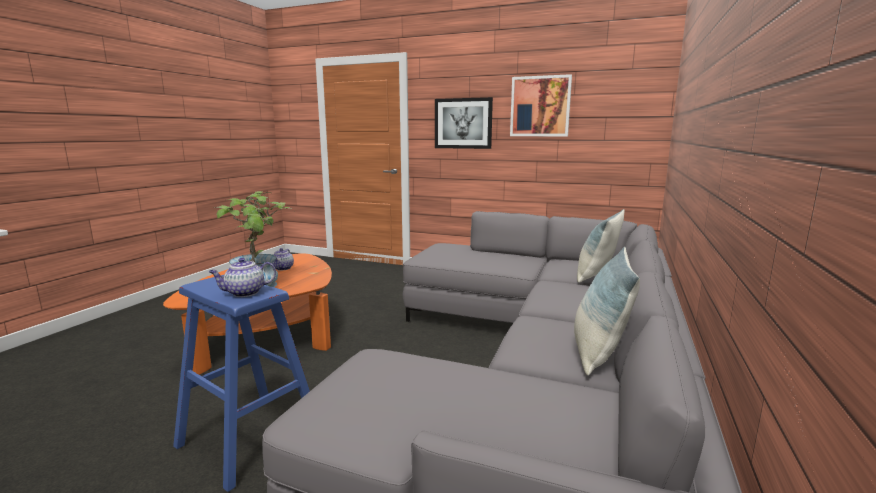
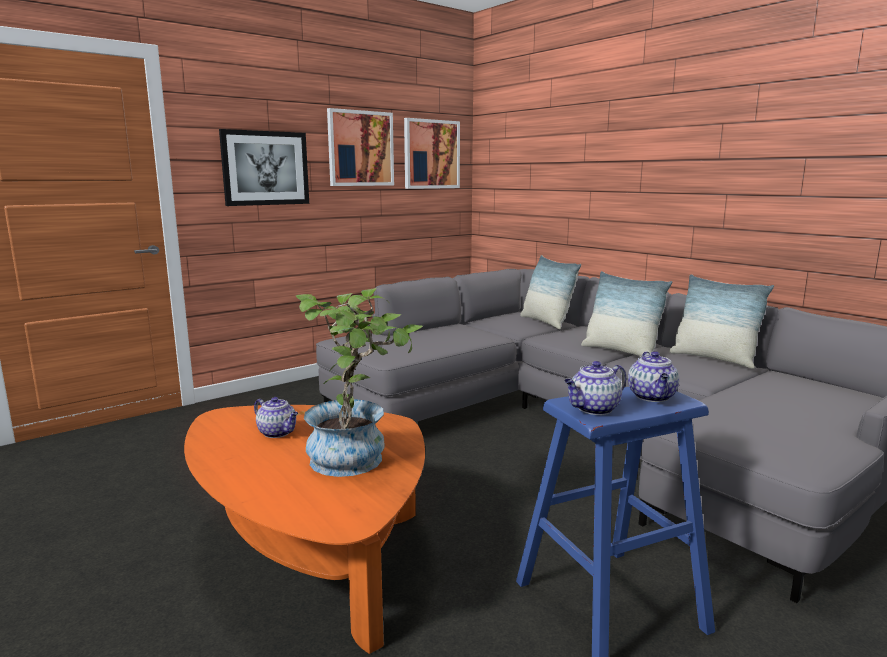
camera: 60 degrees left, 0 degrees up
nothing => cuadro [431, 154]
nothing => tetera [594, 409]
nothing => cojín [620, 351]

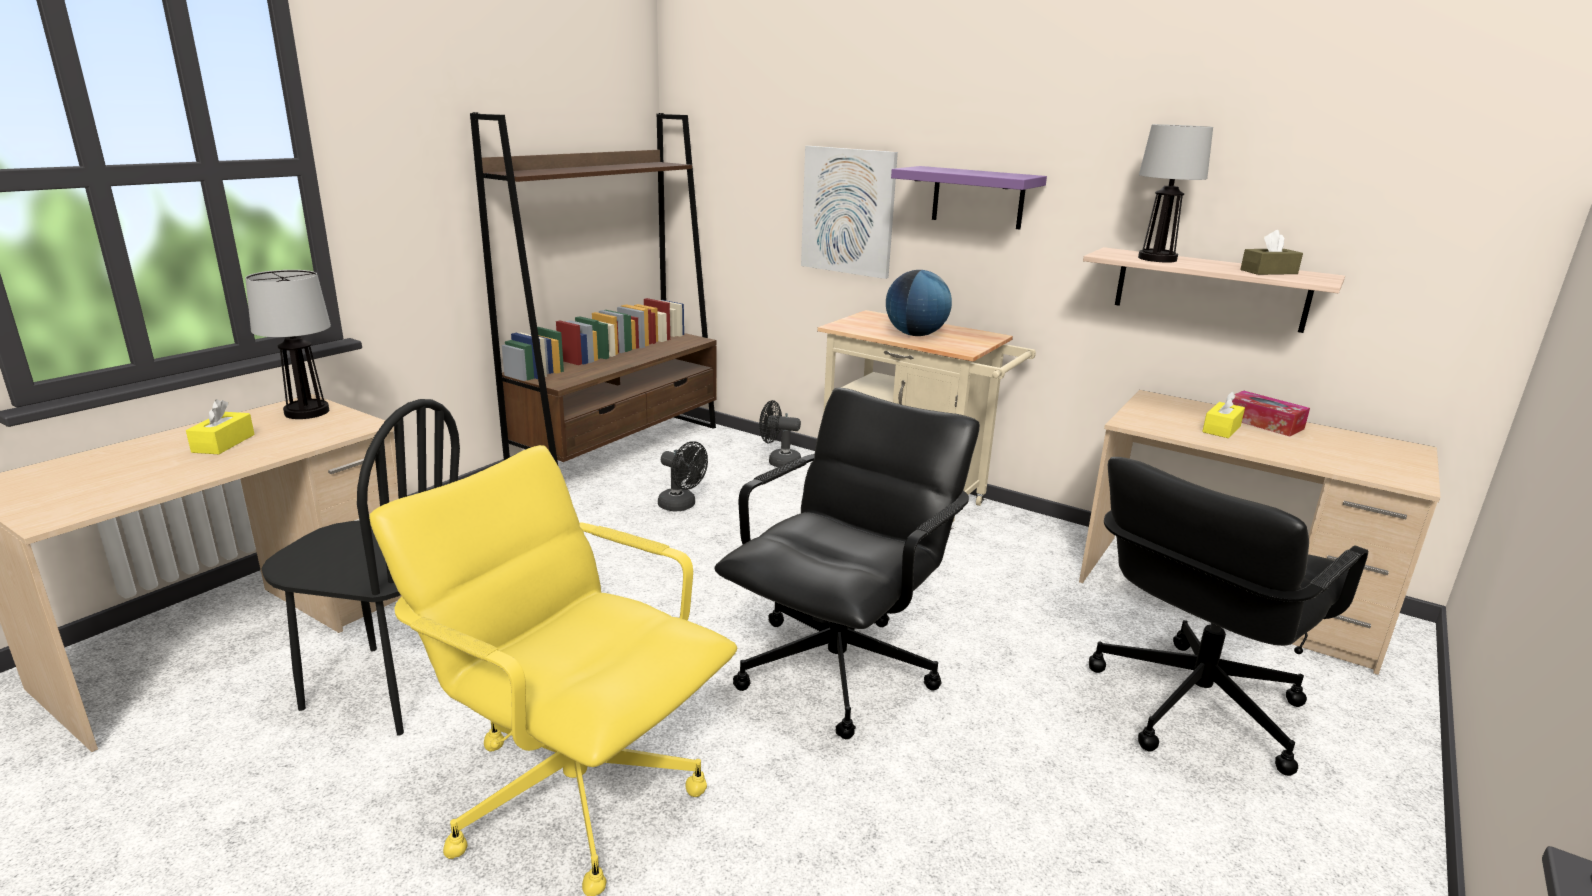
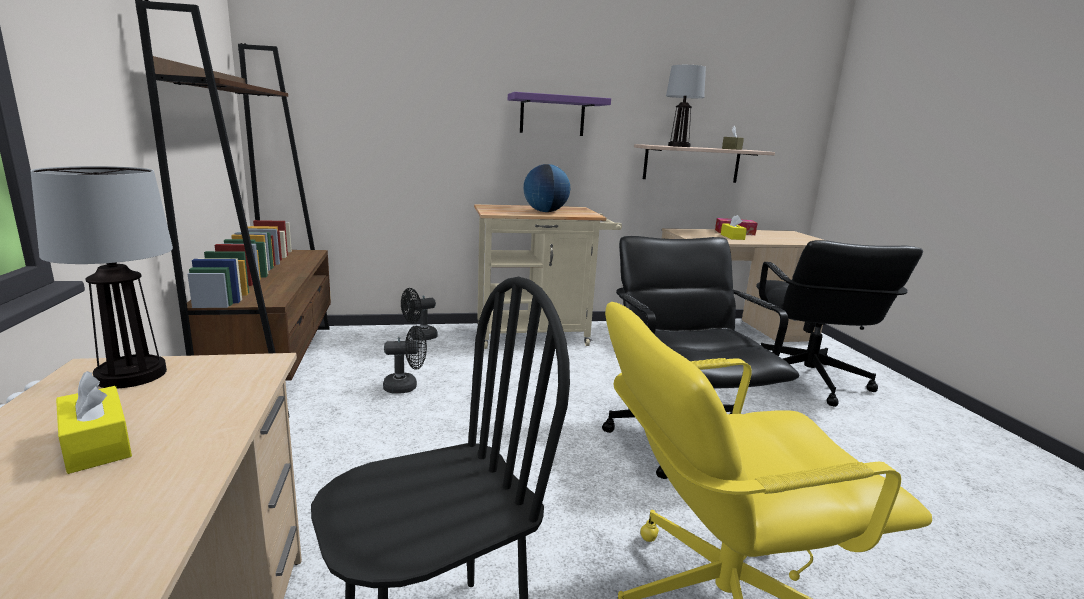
camera: 45 degrees left, 5 degrees down
cuadro [848, 211] => nothing

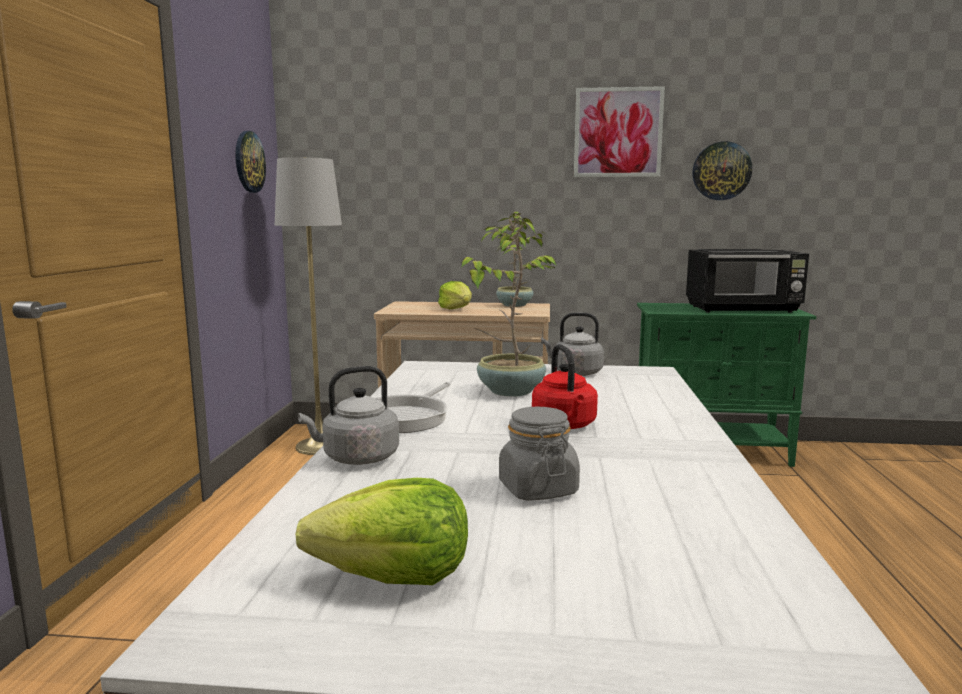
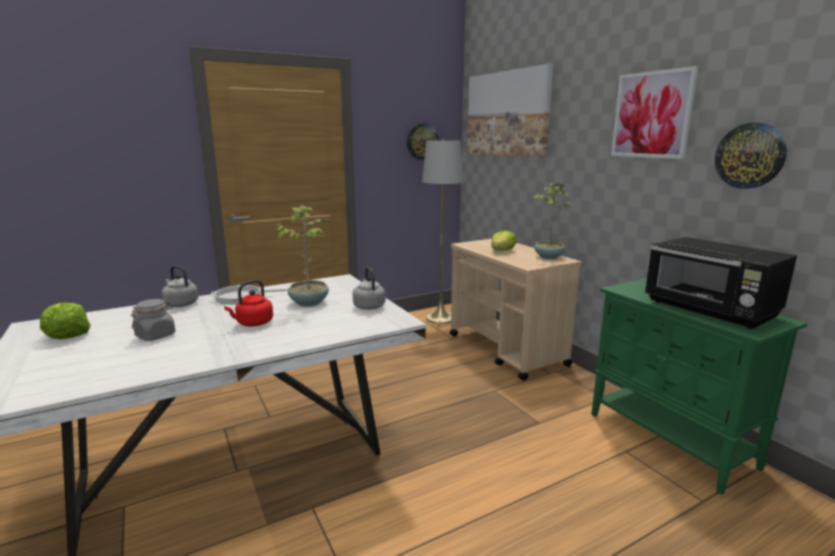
camera: 55 degrees right, 5 degrees up
nothing => cuadro [507, 114]

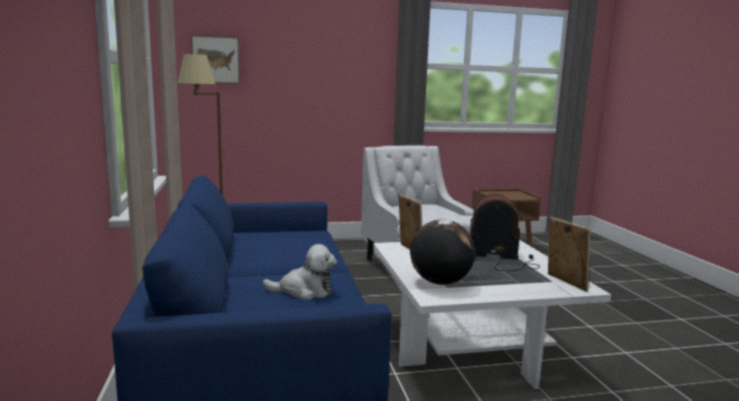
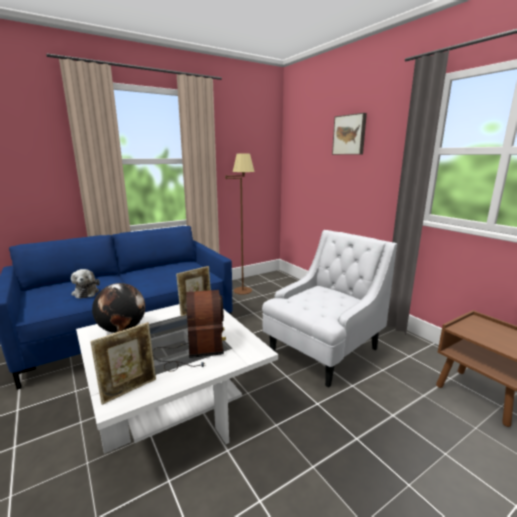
camera: 70 degrees right, 5 degrees up
cuadro [216, 60] => cuadro [350, 135], moved

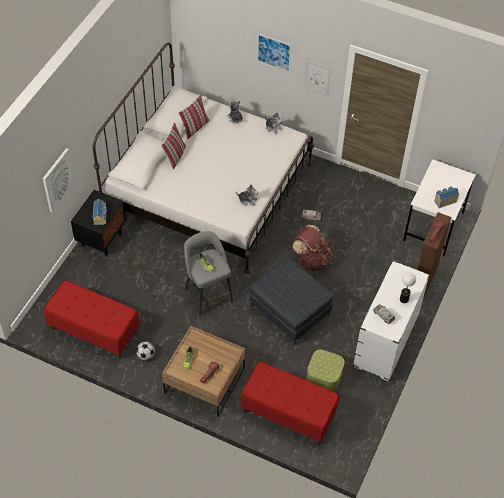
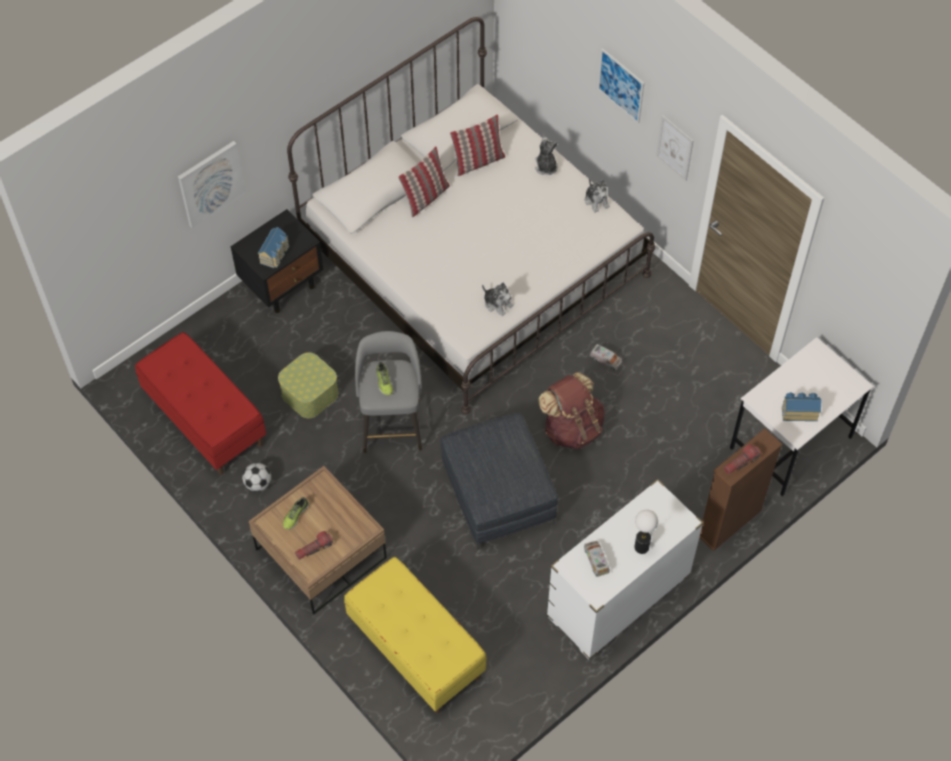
camera: 25 degrees right, 5 degrees up
banco/rojo [288, 413] => banco/amarillo [415, 649]
caja de almacenaje [324, 376] => caja de almacenaje [309, 393], moved

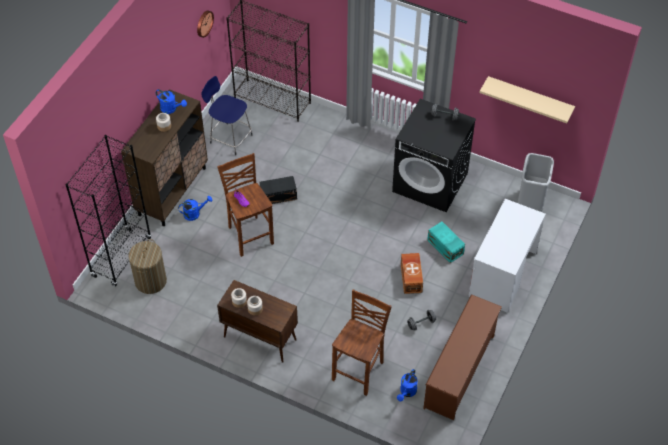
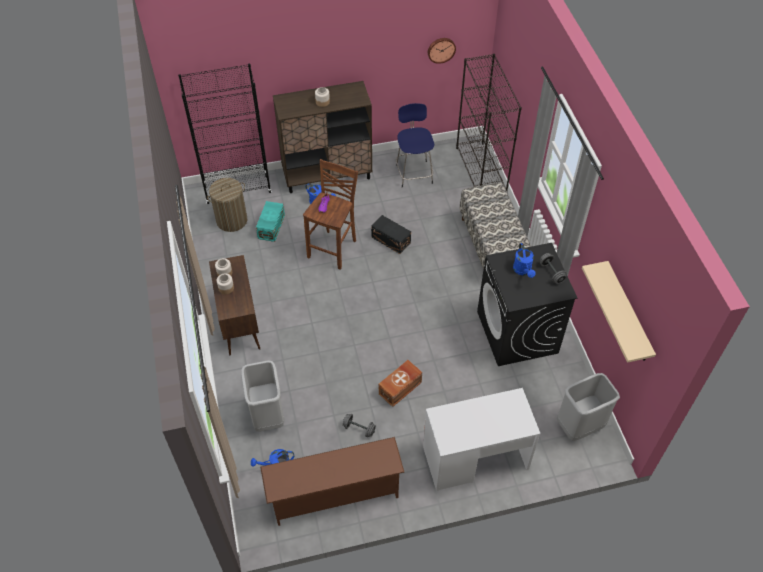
camera: 50 degrees right, 0 degrees up
regadera/azul [171, 109] => regadera/azul [523, 271], moved
taburete/marrón [359, 371] => papelera/gris [268, 416]
caja de almacenaje/turquesa [445, 247] => caja de almacenaje/turquesa [270, 227], moved
nothing => banco [492, 246]

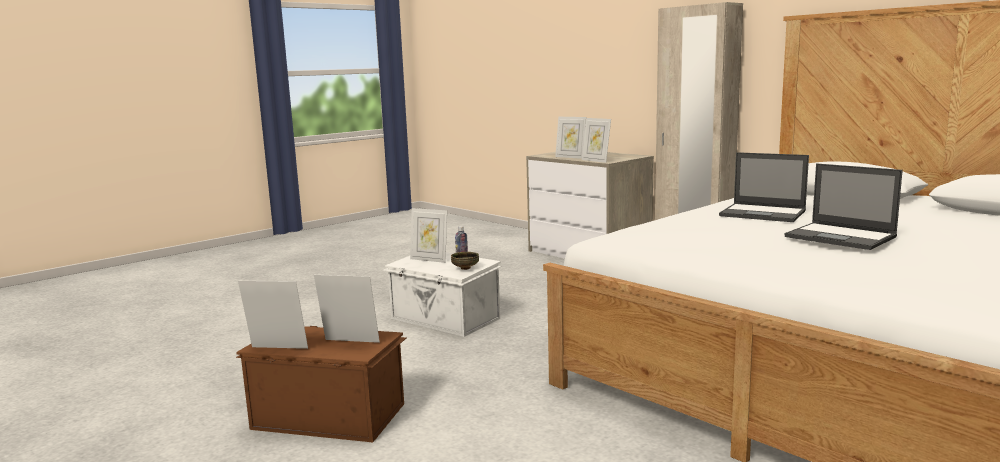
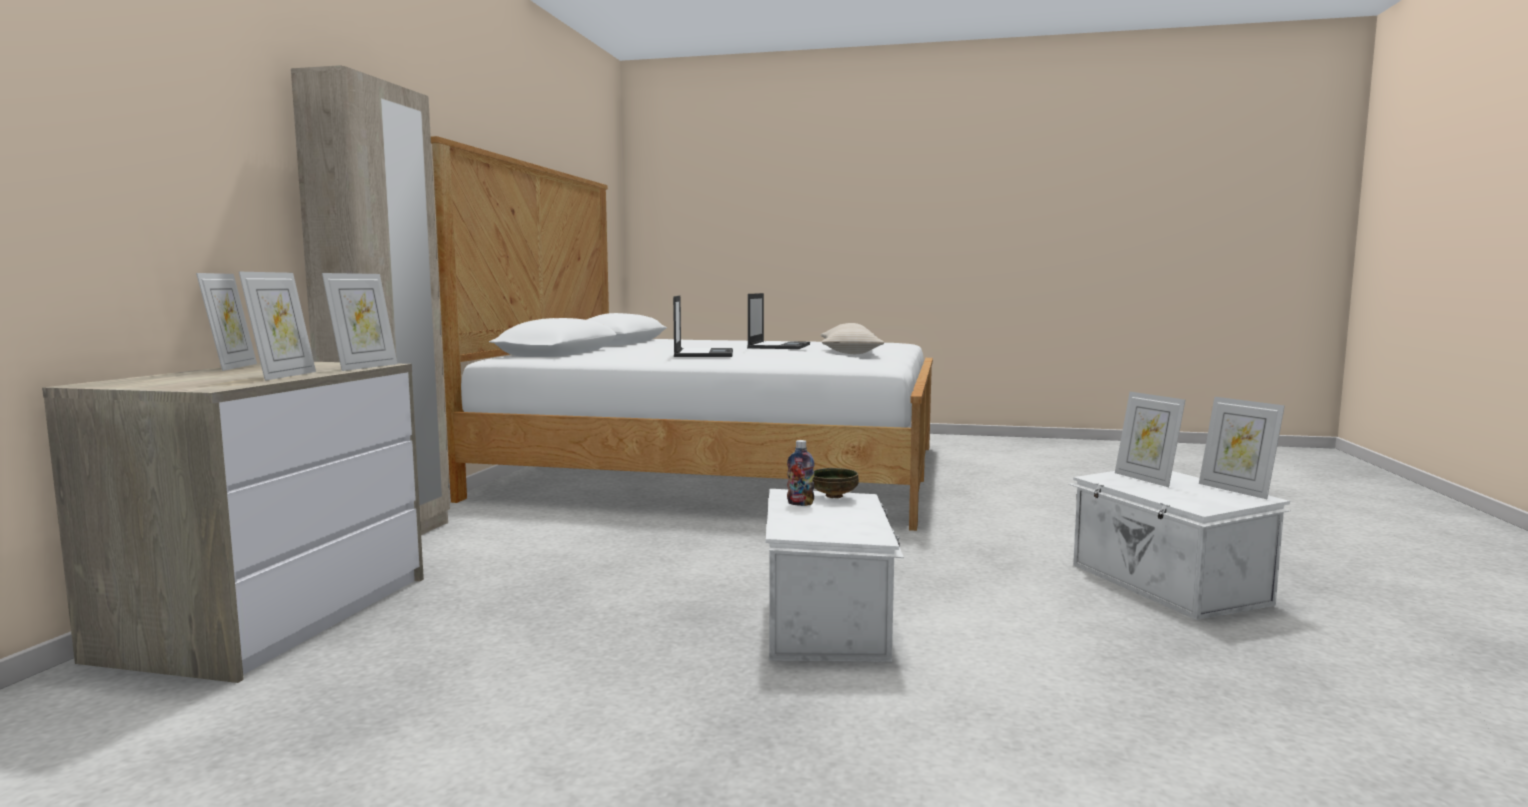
camera: 125 degrees left, 5 degrees down
caja de almacenaje/marrón [329, 415] => caja de almacenaje/blanco [1166, 584]
portarretratos [429, 259] => portarretratos [232, 367], moved
nothing => cojín/beis [849, 353]

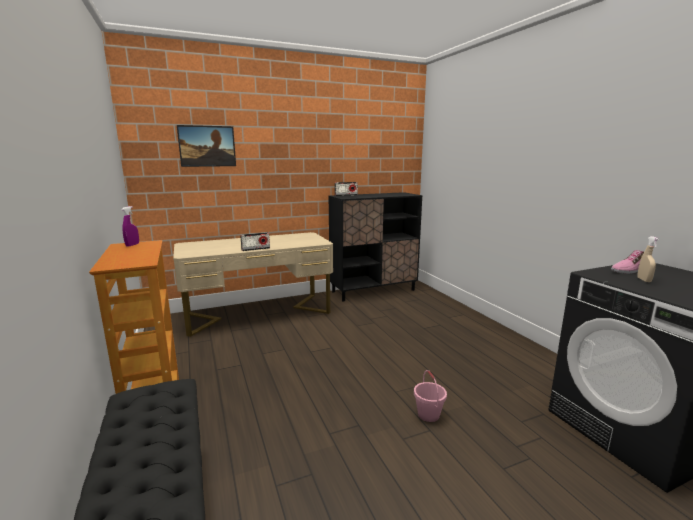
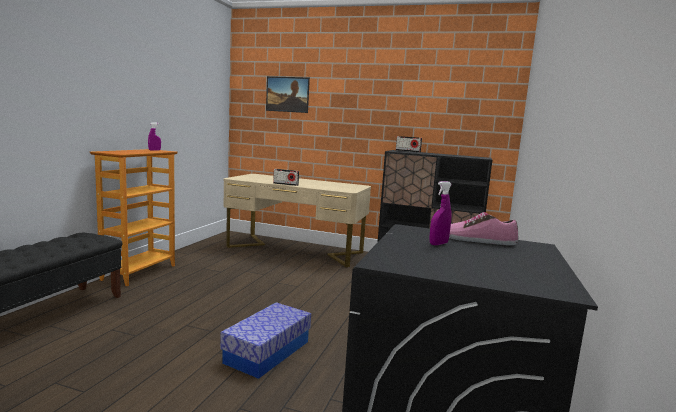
camera: 40 degrees right, 5 degrees down
cubo/rosa [428, 415] => caja de almacenaje [267, 352]
pulverizador/beis [644, 280] => pulverizador/morado [438, 244]

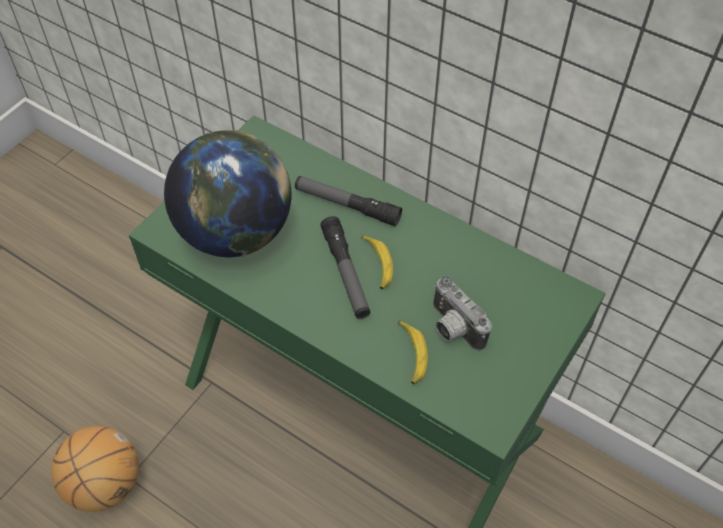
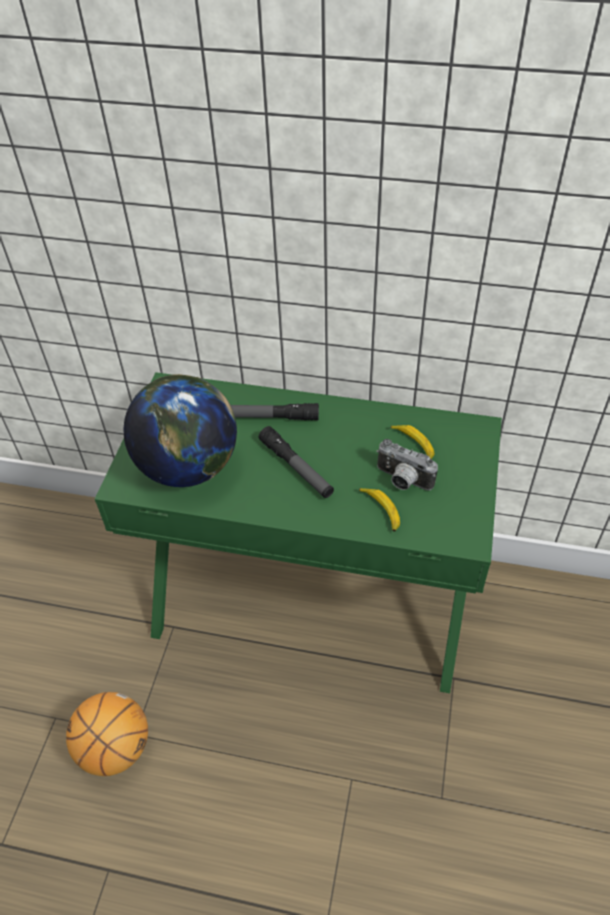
camera: 20 degrees left, 5 degrees down
plátano [377, 264] => plátano [413, 444], moved

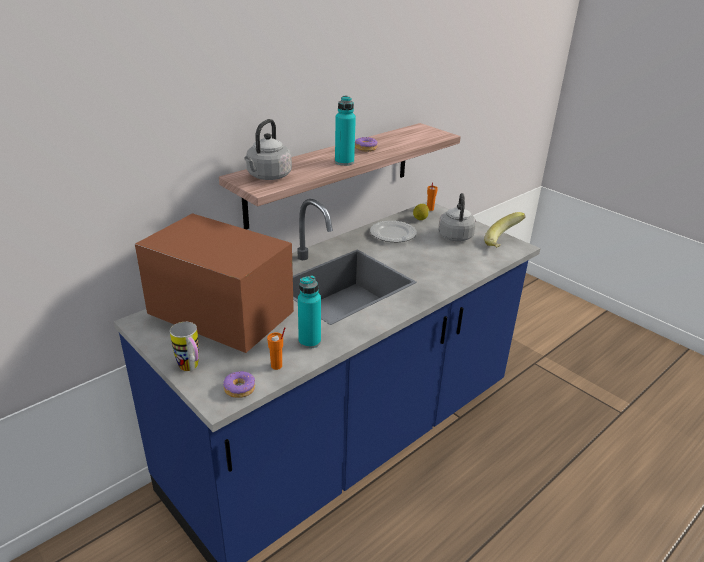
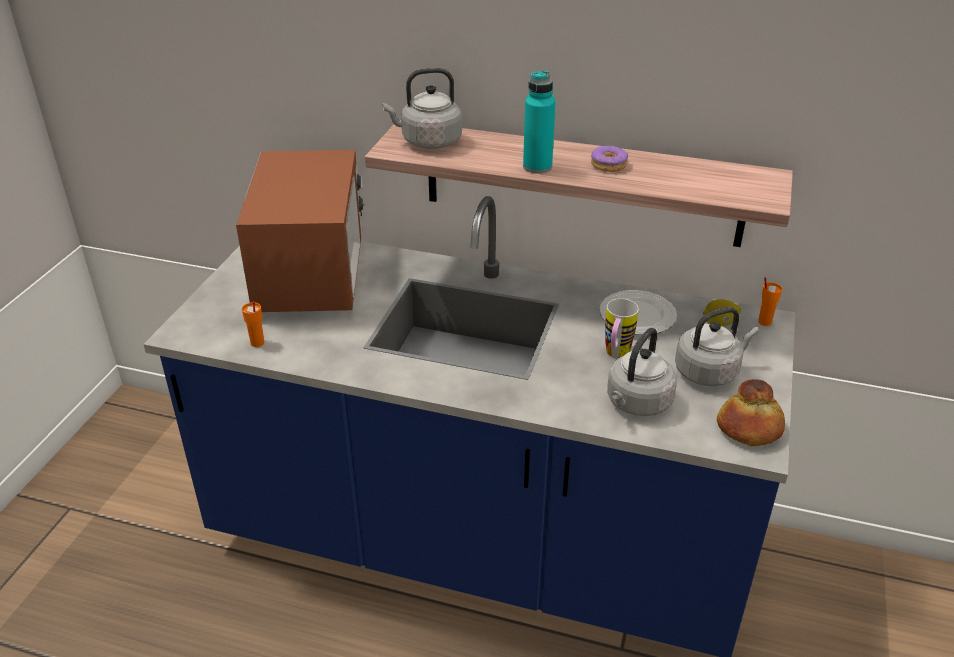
camera: 60 degrees right, 5 degrees up
taza grande [191, 368] => taza grande [615, 356], moved
rosquilla [240, 389] => nothing
botella/turquesa [309, 342] => nothing
plátano [503, 243] => pan [749, 428]
nothing => hervidor/gris [637, 404]

